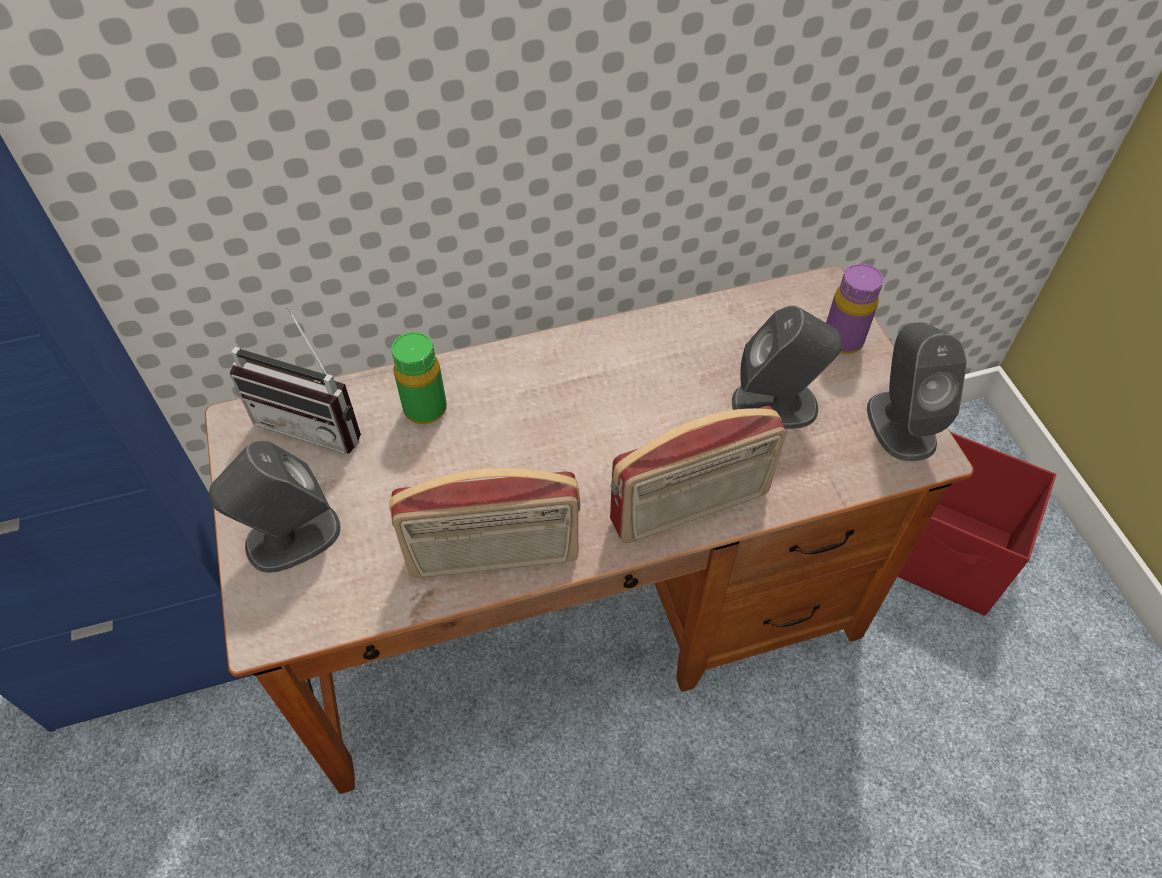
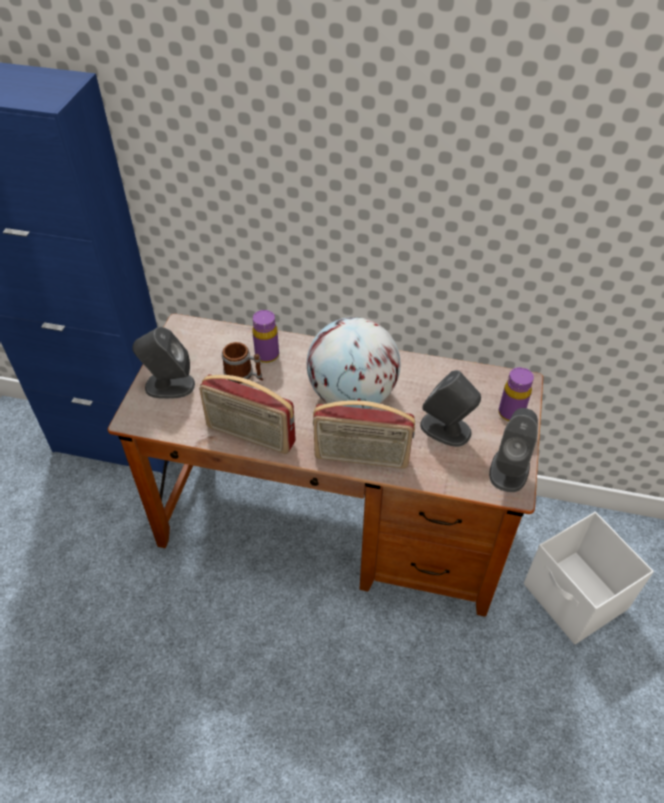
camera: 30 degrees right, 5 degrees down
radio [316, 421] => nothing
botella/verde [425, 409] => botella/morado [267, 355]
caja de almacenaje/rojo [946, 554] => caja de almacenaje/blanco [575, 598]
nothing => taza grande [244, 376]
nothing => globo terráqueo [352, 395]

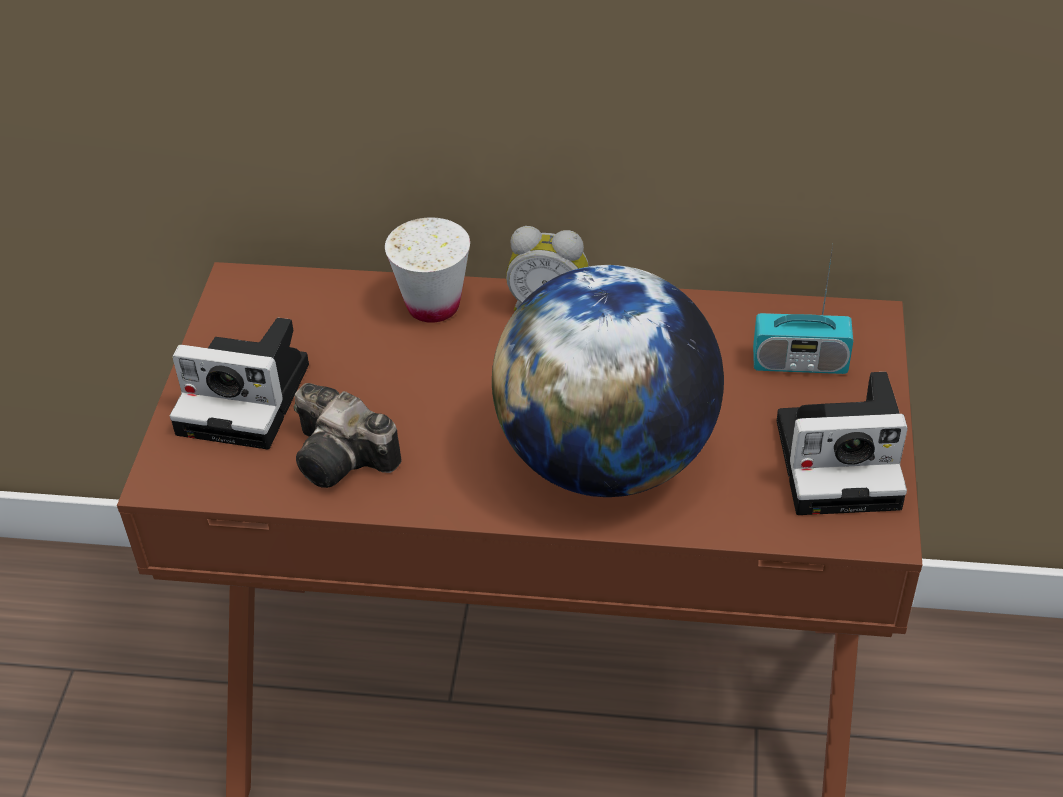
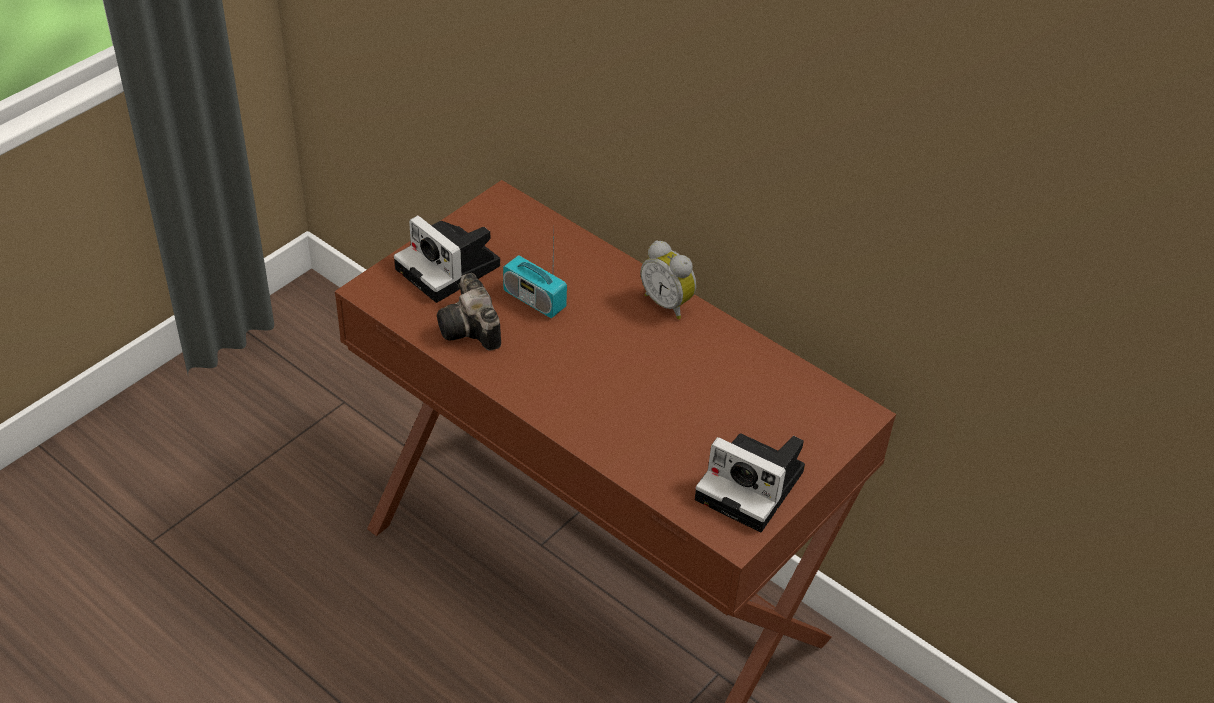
camera: 30 degrees right, 0 degrees up
taza/blanco [433, 306] => nothing
globo terráqueo [606, 459] => nothing
radio [799, 363] => radio [534, 300], moved

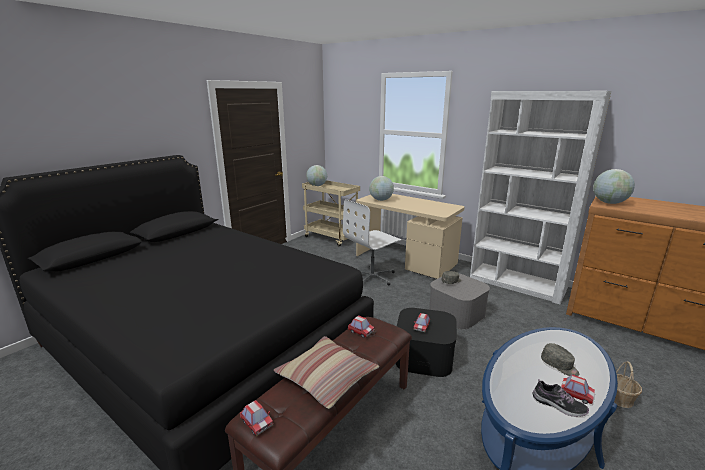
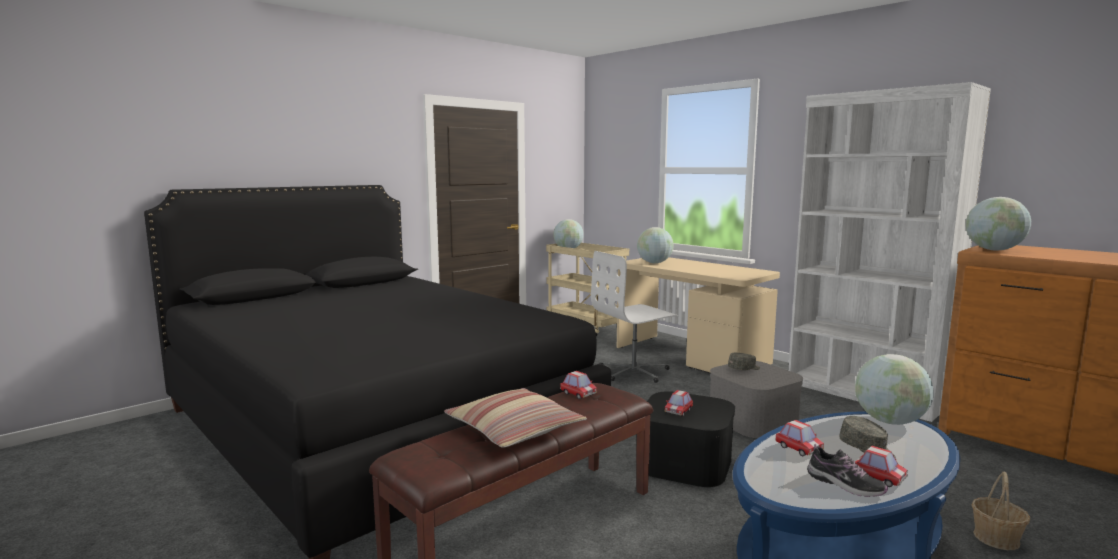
camera: 10 degrees right, 10 degrees down
coche de juguete [256, 423] => coche de juguete [798, 448], moved
nothing => globo terráqueo [890, 421]

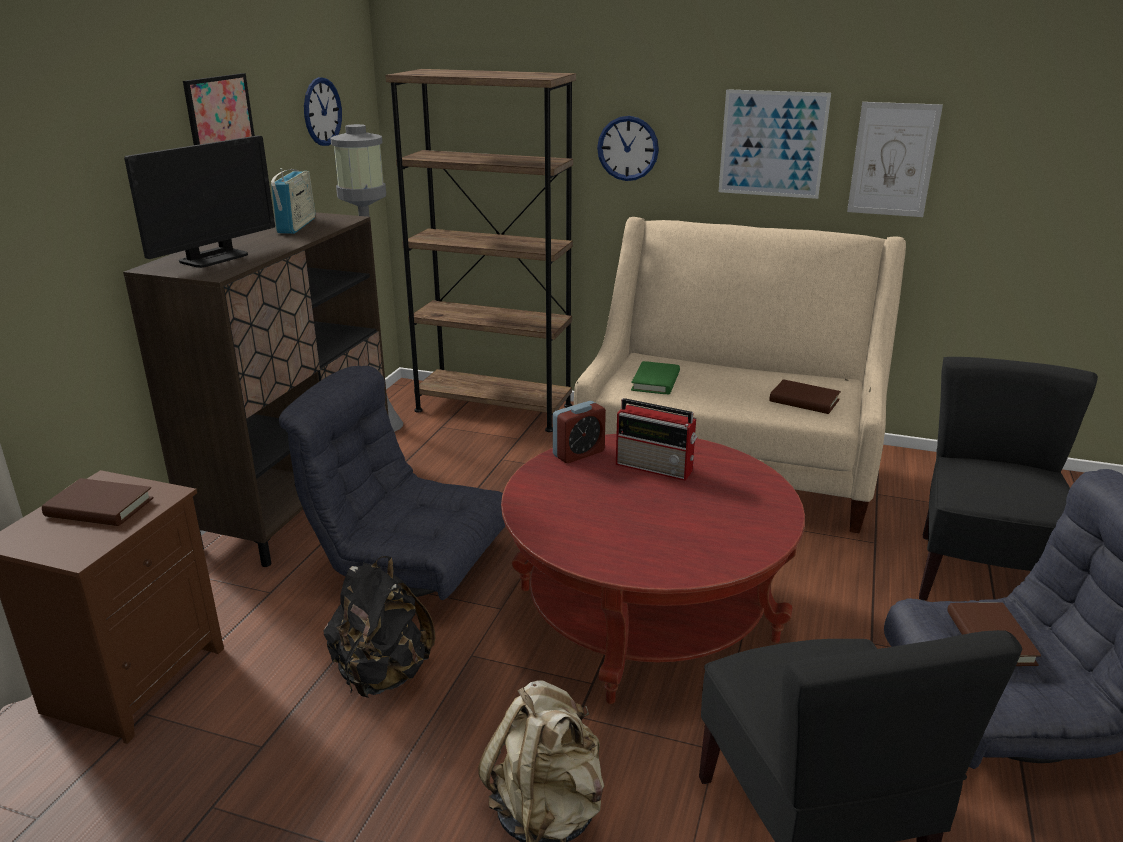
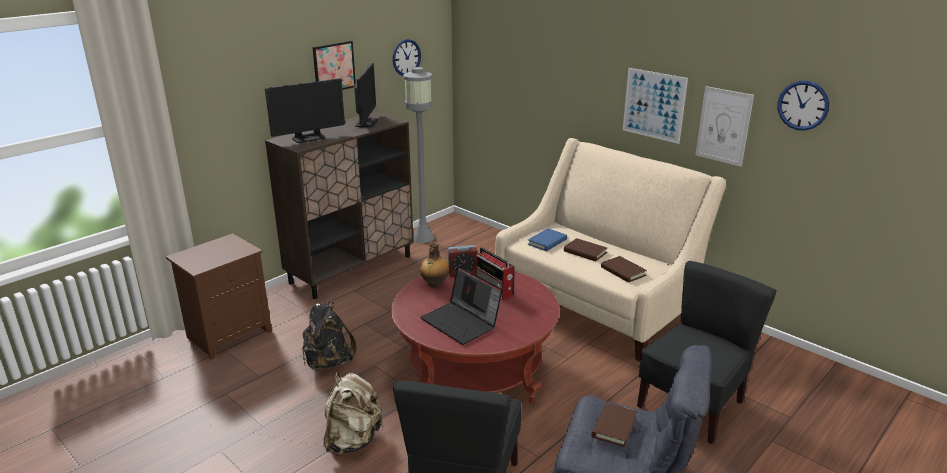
camera: 25 degrees right, 0 degrees up
libro/marrón [99, 508] => libro/marrón [585, 252], moved
radio [296, 225] => monitor [366, 123]
sillón/gris [409, 566] => nothing
estantería/marrón [493, 408] => nothing
reloj de pared [628, 148] => reloj de pared [803, 105], moved
libro/verde [655, 381] => libro/azul [547, 242]
nothing => botella [434, 284]
nothing => portátil [462, 322]

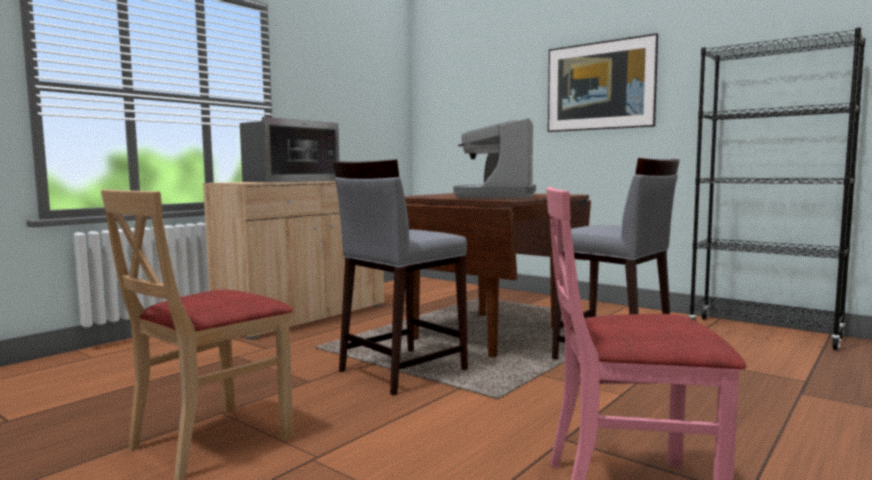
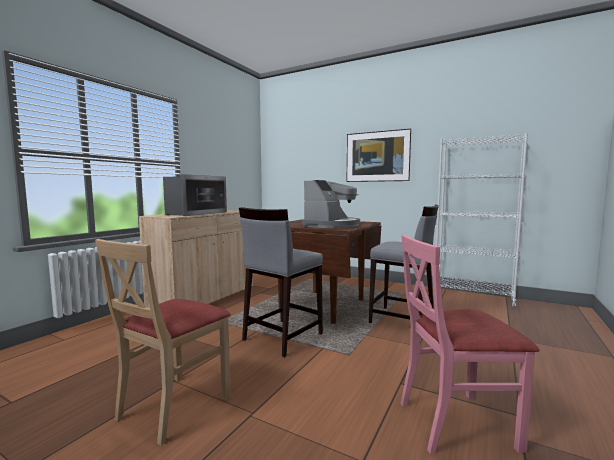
camera: 10 degrees left, 0 degrees up
cafetera [497, 197] => cafetera [332, 225], 150 degrees counterclockwise
estantería/negro [764, 333] => estantería/blanco [473, 297]

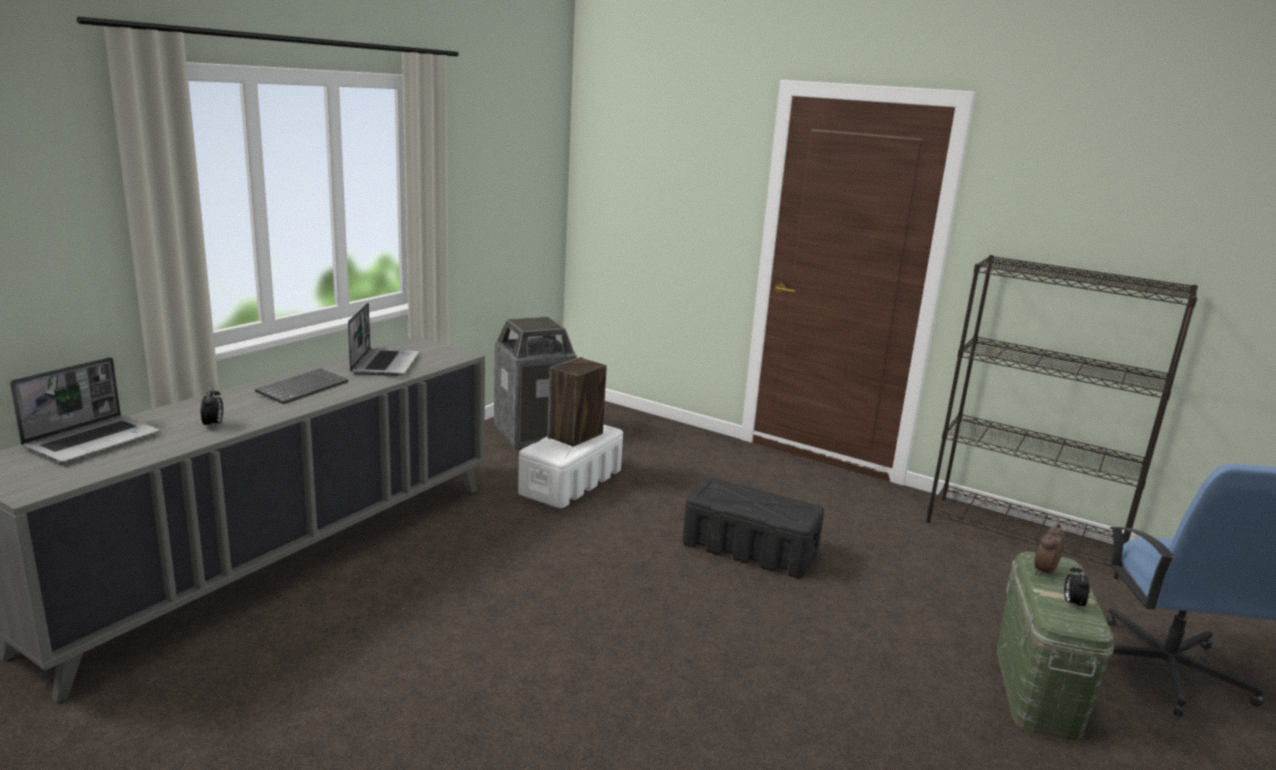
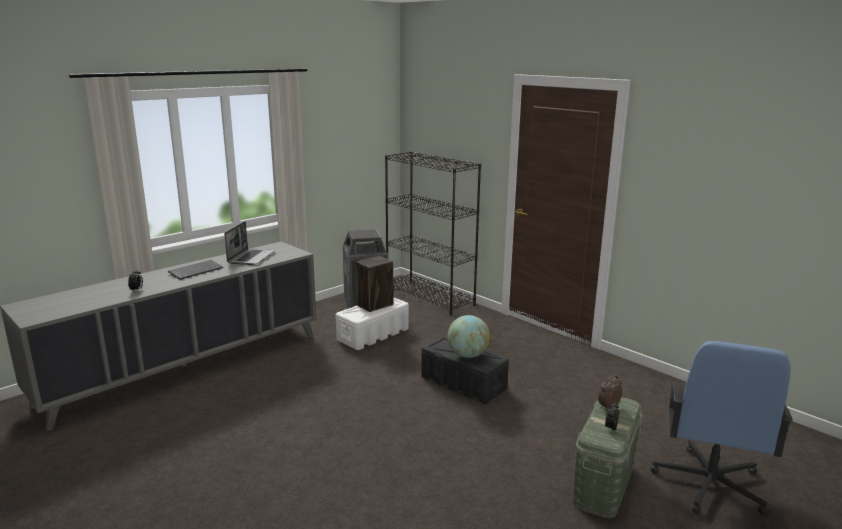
camera: 15 degrees right, 0 degrees up
portátil [93, 440] => nothing
estantería/negro [1024, 535] => estantería/negro [430, 297], moved
nothing => globo terráqueo [468, 355]

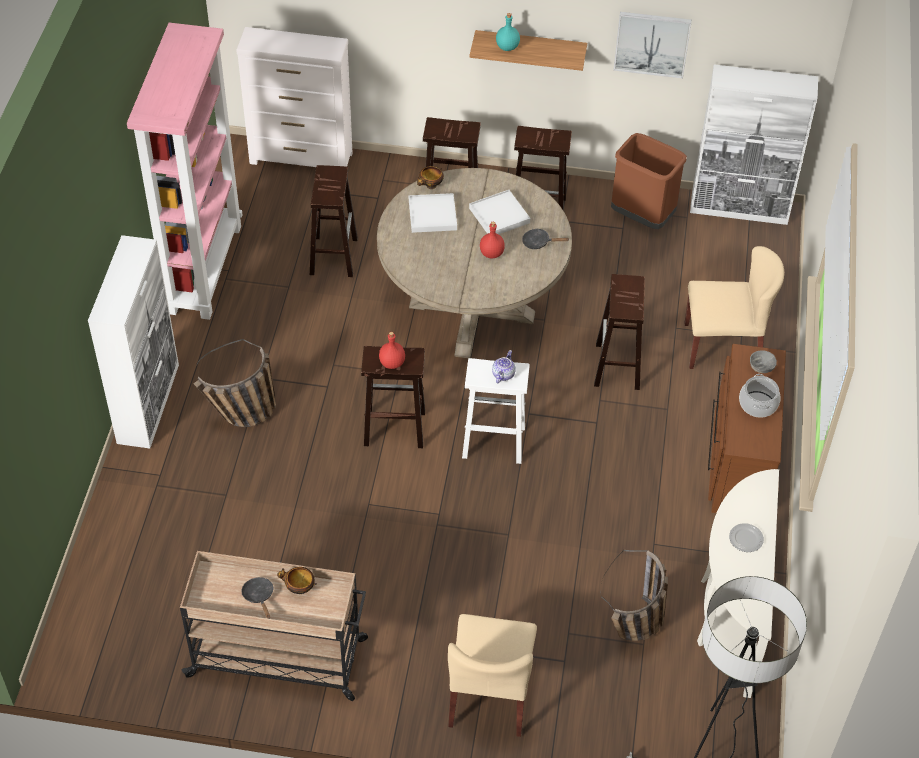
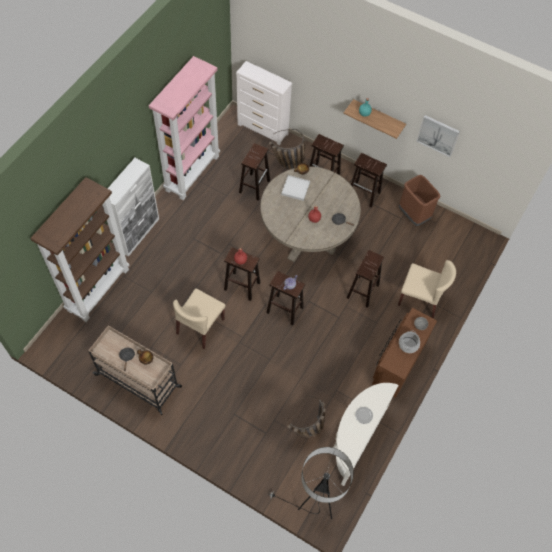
camera: 20 degrees right, 10 degrees up
cesta [241, 417] => cesta [286, 164], moved
silla/beis [490, 695] => silla/beis [200, 327], moved
taburete/blanco [492, 442] => taburete/marrón [284, 309]
bandeja/blanco [499, 215] => nothing
armario/blanco [740, 208] => nothing
nothing => estantería/marrón [98, 289]

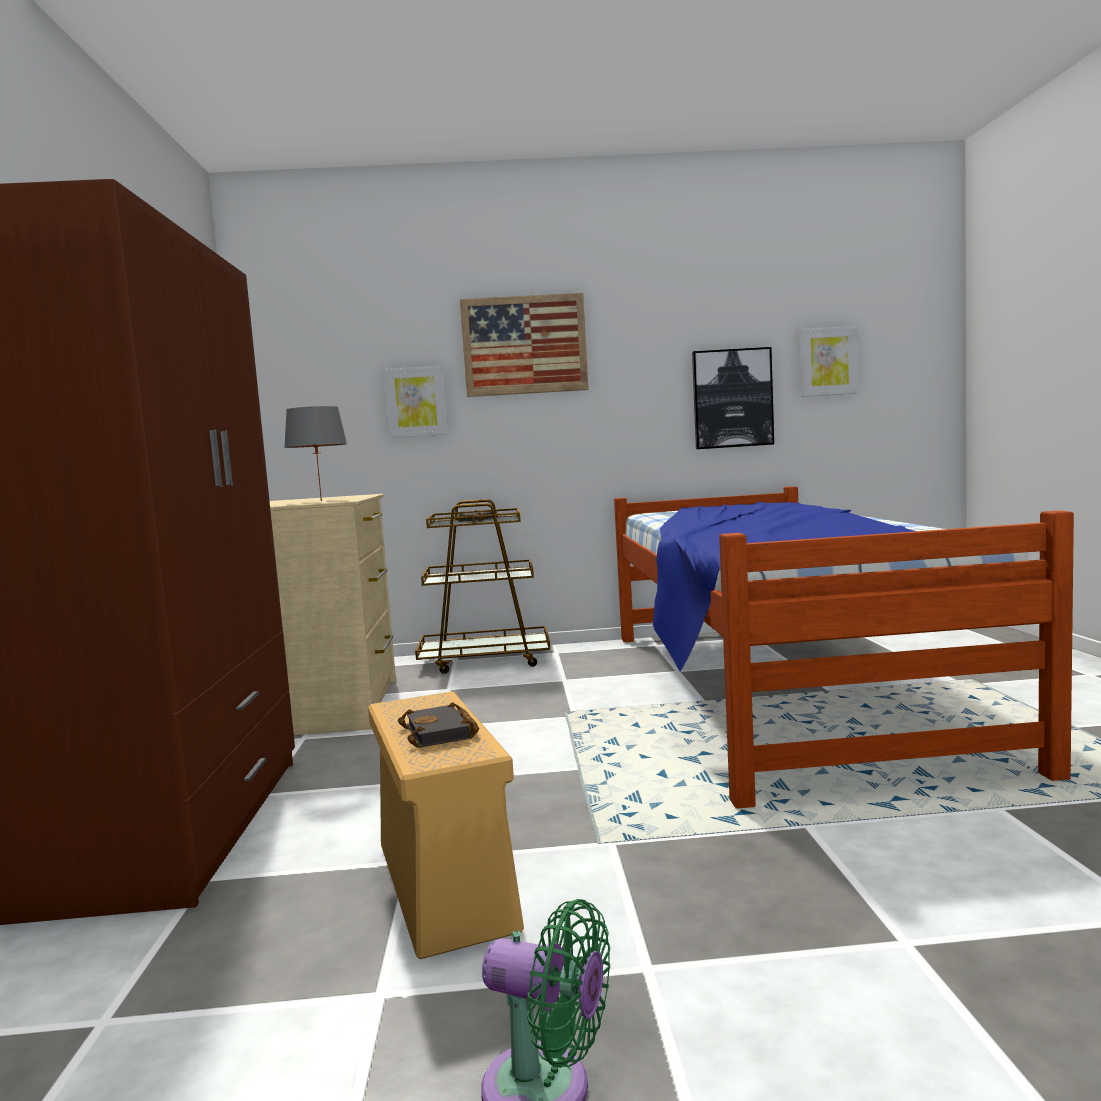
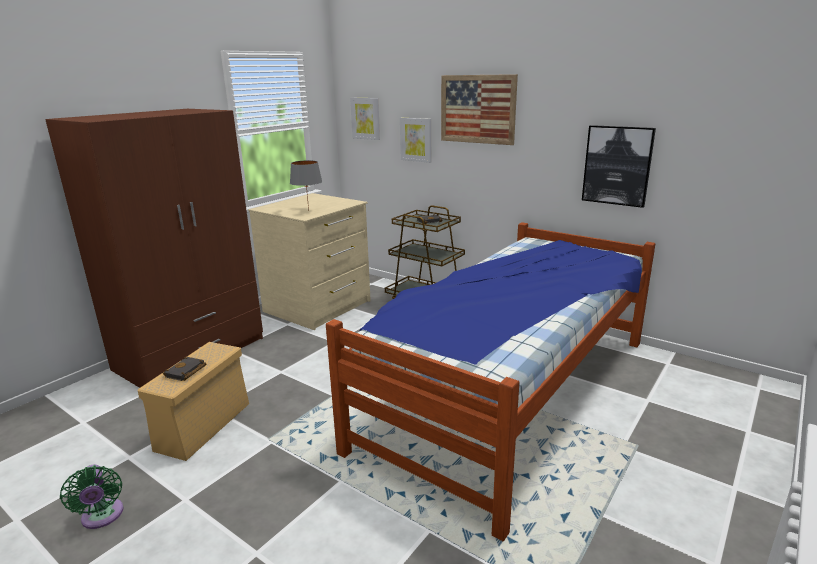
camera: 40 degrees right, 15 degrees up
cuadro [828, 361] => cuadro [365, 118], moved

